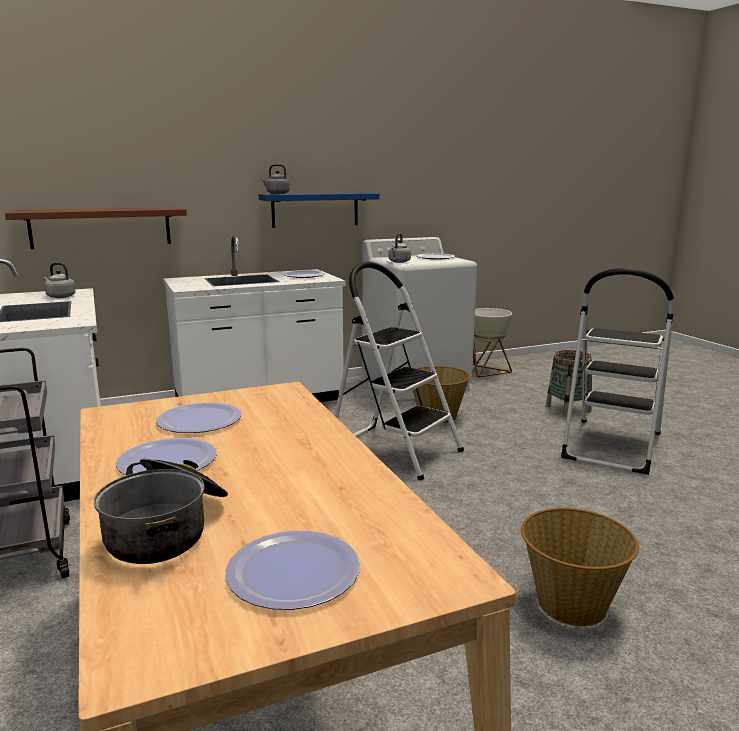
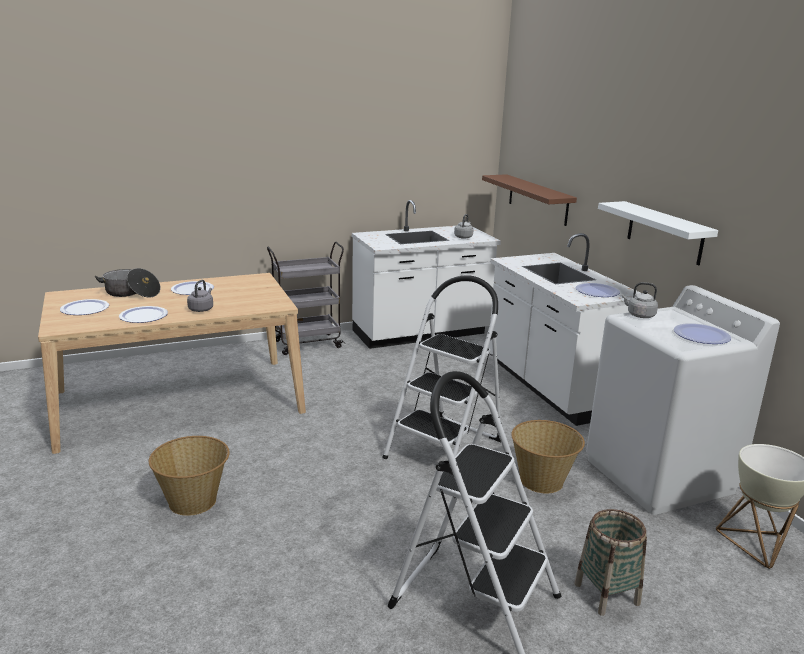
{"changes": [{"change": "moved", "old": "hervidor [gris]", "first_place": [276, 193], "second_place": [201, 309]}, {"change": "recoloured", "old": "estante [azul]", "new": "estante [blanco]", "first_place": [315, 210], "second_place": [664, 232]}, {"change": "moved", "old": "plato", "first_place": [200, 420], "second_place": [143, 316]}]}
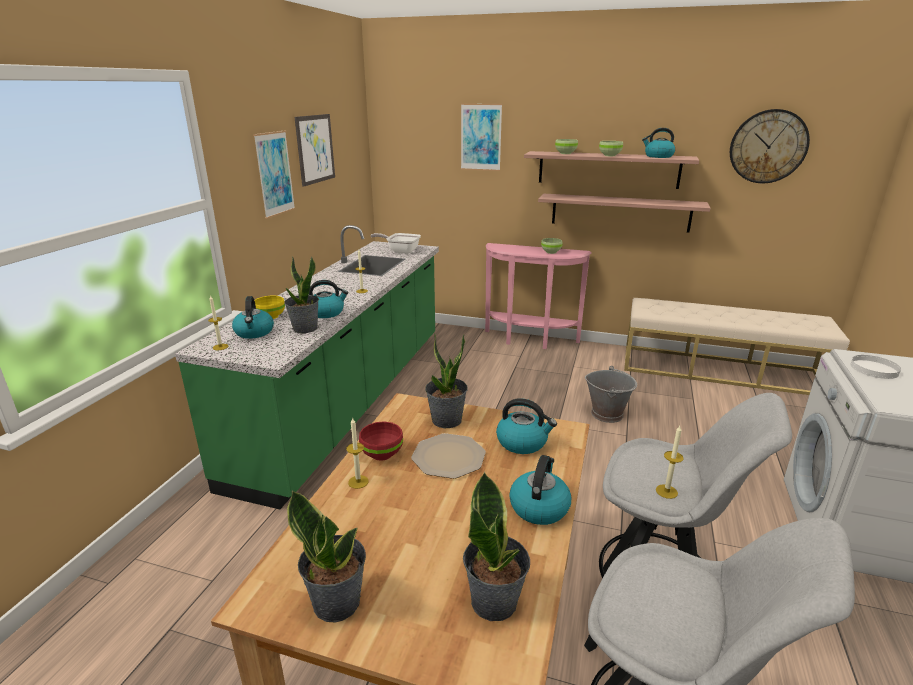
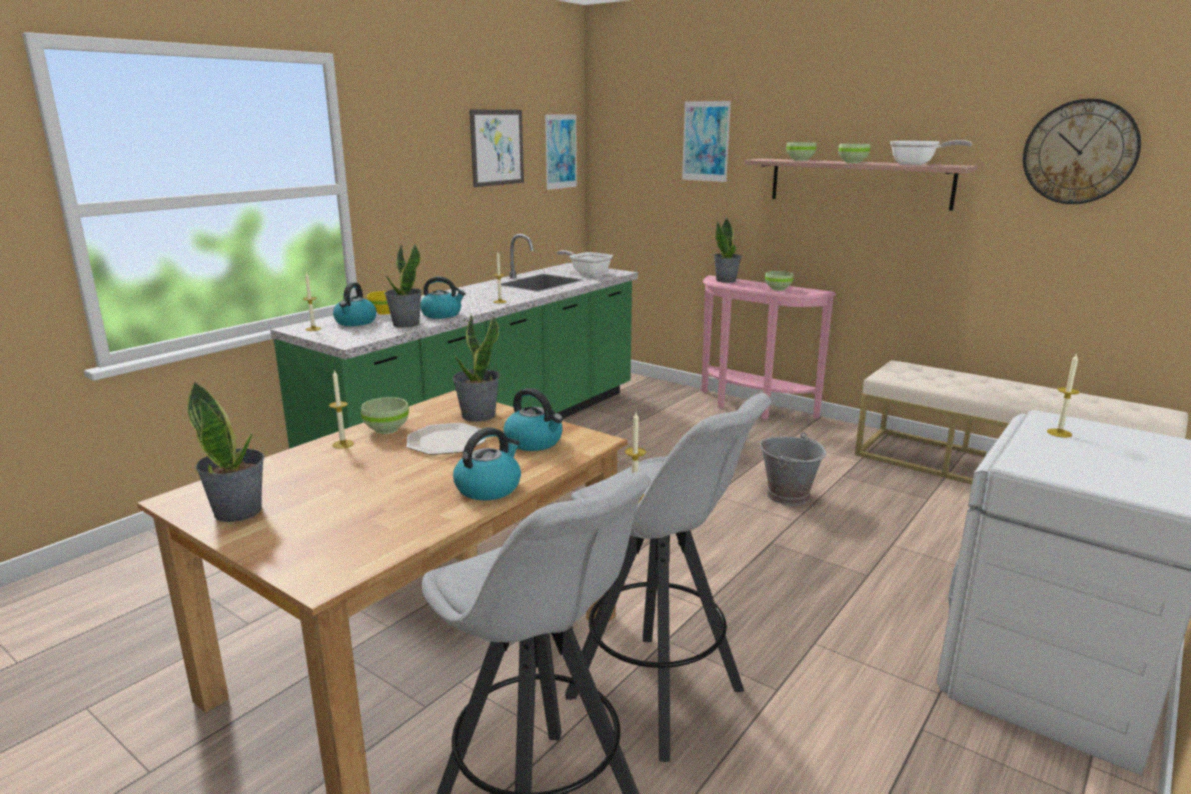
{"changes": [{"change": "replaced", "old": "hervidor", "new": "sartén", "first_place": [658, 156], "second_place": [918, 164]}, {"change": "moved", "old": "cuadro", "first_place": [274, 174], "second_place": [560, 151]}, {"change": "removed", "old": "estante", "first_place": [620, 212]}, {"change": "replaced", "old": "plato [blanco]", "new": "vela", "first_place": [874, 369], "second_place": [1059, 433]}, {"change": "recoloured", "old": "cuenco [rojo]", "new": "cuenco [verde]", "first_place": [382, 453], "second_place": [387, 429]}, {"change": "moved", "old": "planta en maceta", "first_place": [495, 601], "second_place": [726, 280]}]}
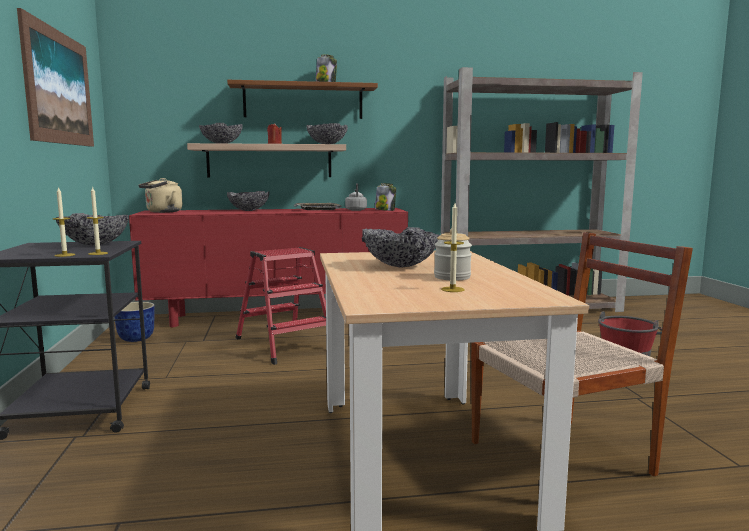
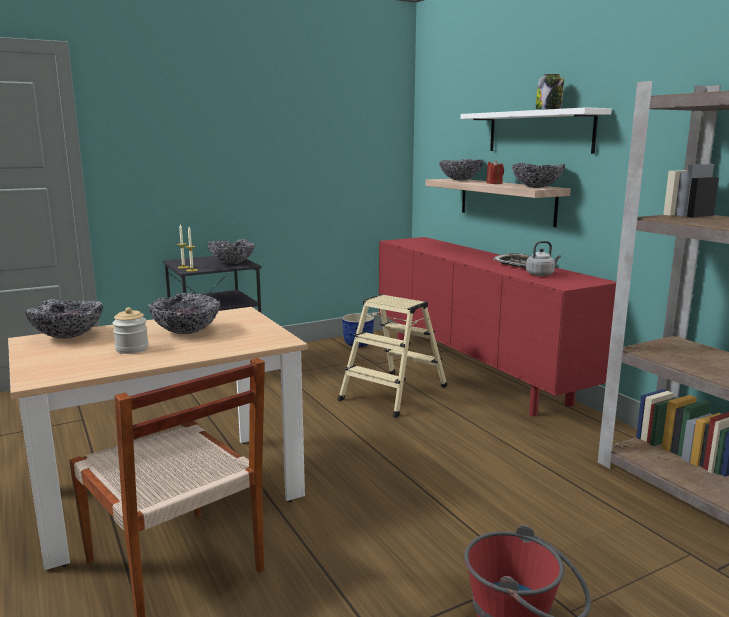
{"changes": [{"change": "removed", "old": "cuadro", "first_place": [59, 87]}, {"change": "recoloured", "old": "estante [marrón]", "new": "estante [blanco]", "first_place": [303, 101], "second_place": [539, 132]}, {"change": "removed", "old": "hervidor [beis]", "first_place": [162, 212]}, {"change": "removed", "old": "tarro", "first_place": [385, 210]}, {"change": "moved", "old": "cuenco", "first_place": [248, 210], "second_place": [68, 336]}, {"change": "removed", "old": "vela", "first_place": [452, 289]}, {"change": "recoloured", "old": "escalera de tijera [rojo]", "new": "escalera de tijera [beis]", "first_place": [285, 344], "second_place": [394, 392]}]}
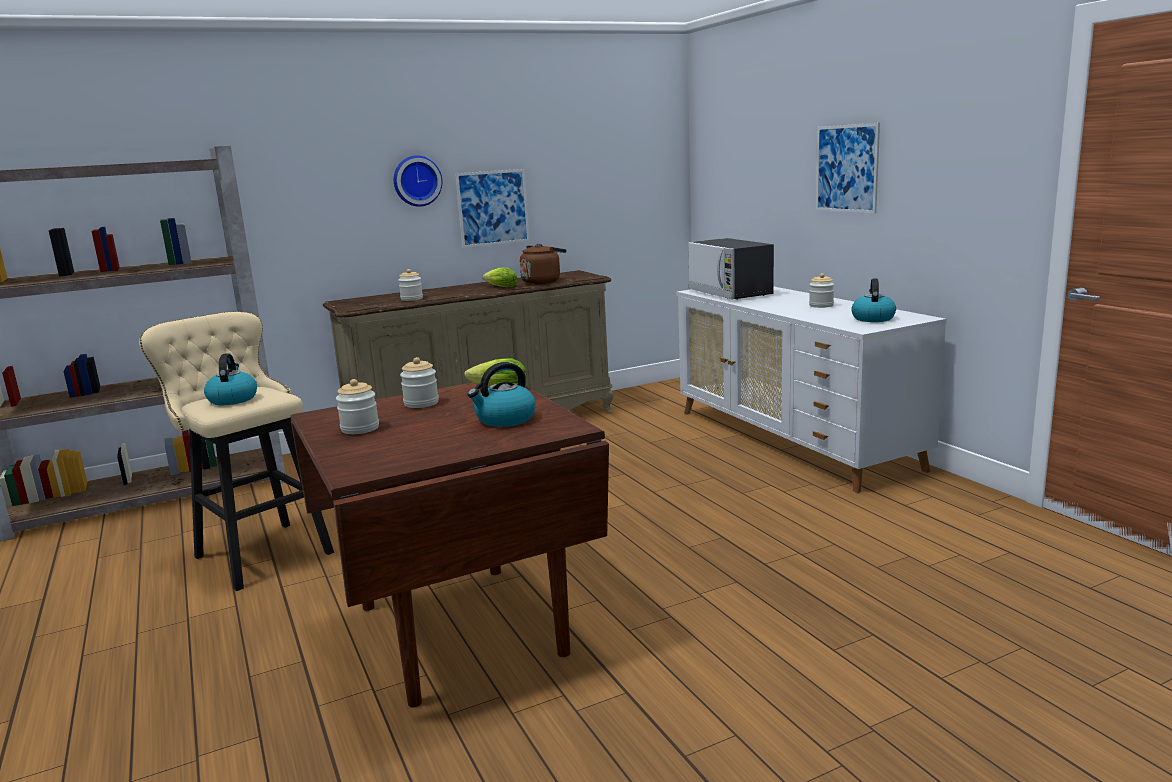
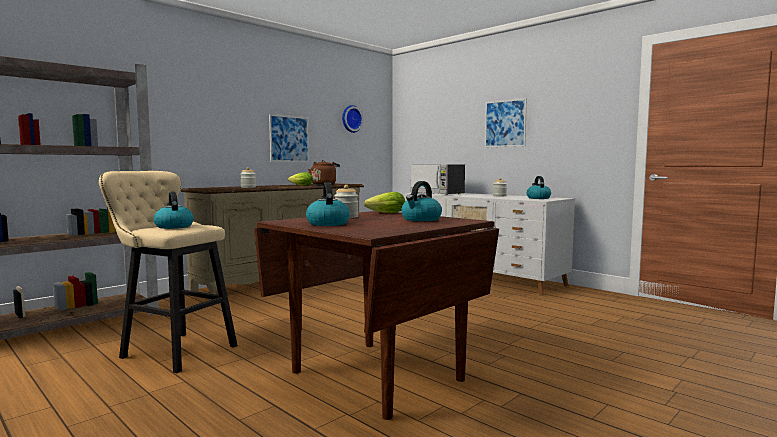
{"changes": [{"change": "moved", "old": "reloj de pared", "first_place": [416, 181], "second_place": [351, 119]}, {"change": "replaced", "old": "tarro", "new": "hervidor", "first_place": [360, 428], "second_place": [327, 223]}]}
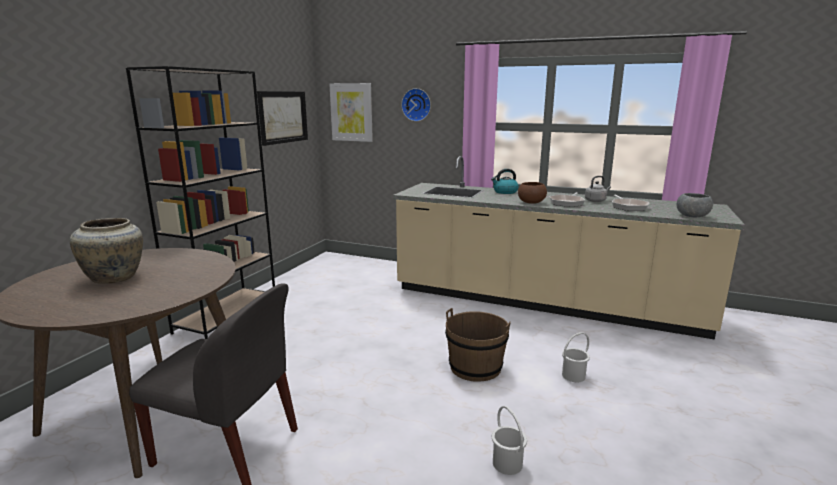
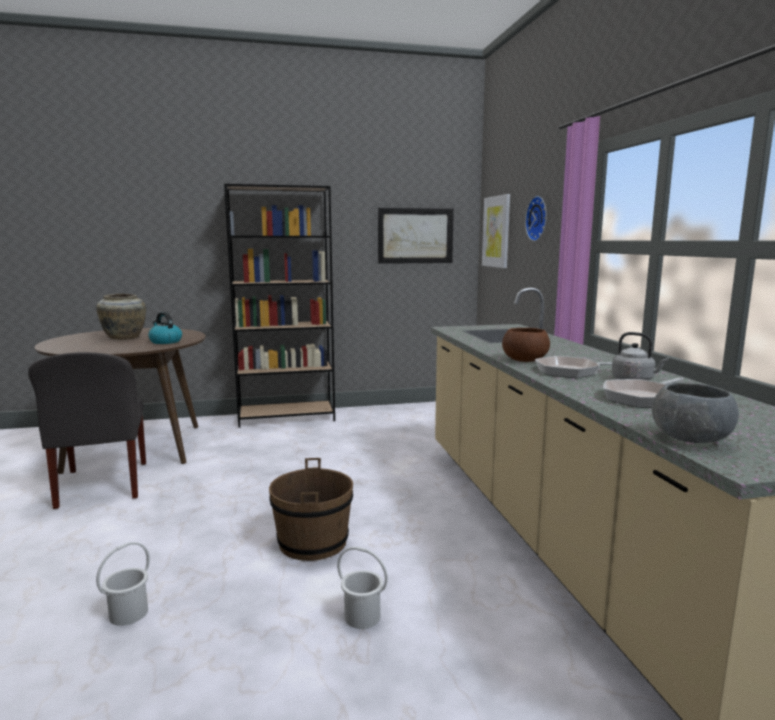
{"changes": [{"change": "moved", "old": "hervidor", "first_place": [505, 192], "second_place": [165, 341]}]}
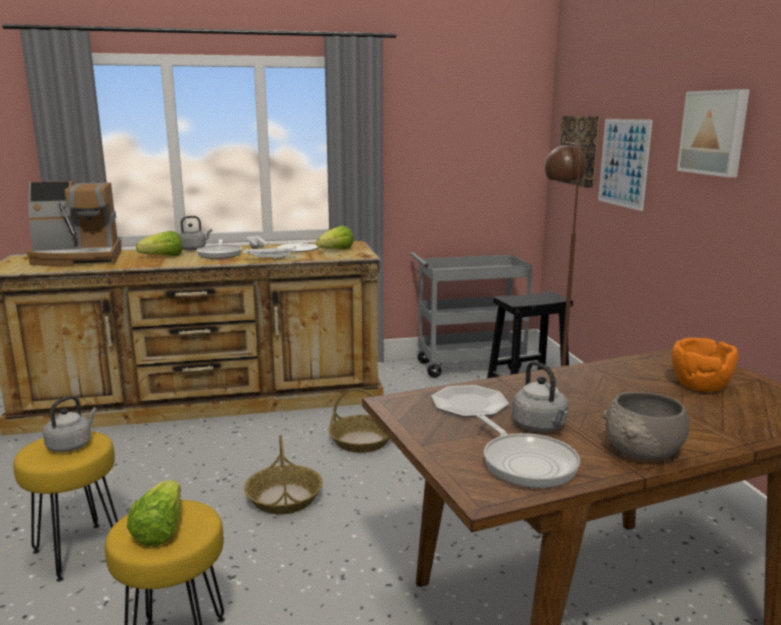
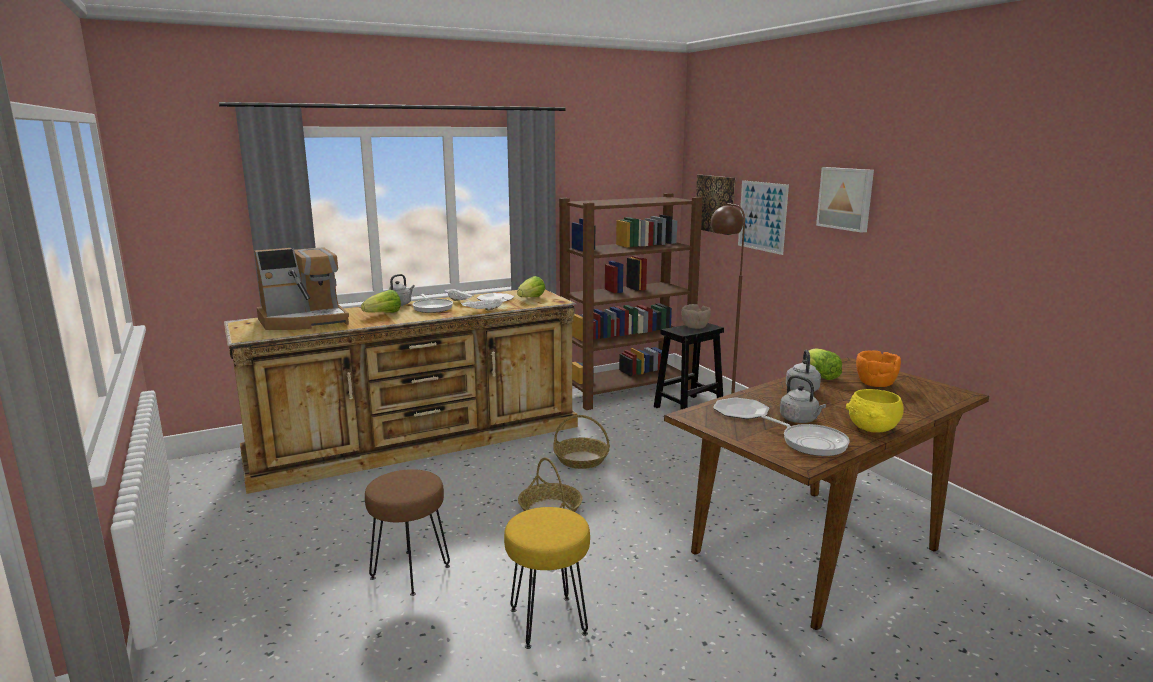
{"changes": [{"change": "replaced", "old": "carrito [gris]", "new": "estantería [marrón]", "first_place": [466, 367], "second_place": [627, 391]}, {"change": "recoloured", "old": "cuenco [gris]", "new": "cuenco [amarillo]", "first_place": [643, 452], "second_place": [873, 428]}, {"change": "moved", "old": "hervidor [gris]", "first_place": [71, 445], "second_place": [801, 389]}, {"change": "recoloured", "old": "taburete [amarillo]", "new": "taburete [marrón]", "first_place": [79, 550], "second_place": [410, 571]}, {"change": "moved", "old": "lechuga", "first_place": [160, 530], "second_place": [820, 375]}, {"change": "added", "new": "cuenco [marrón]", "second_place": [695, 327]}]}
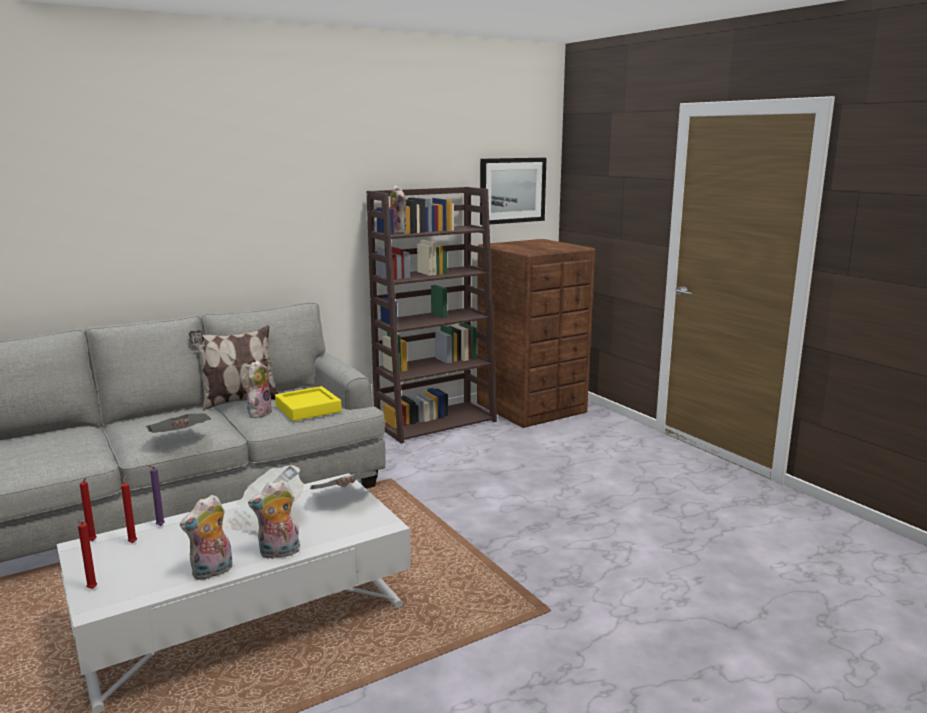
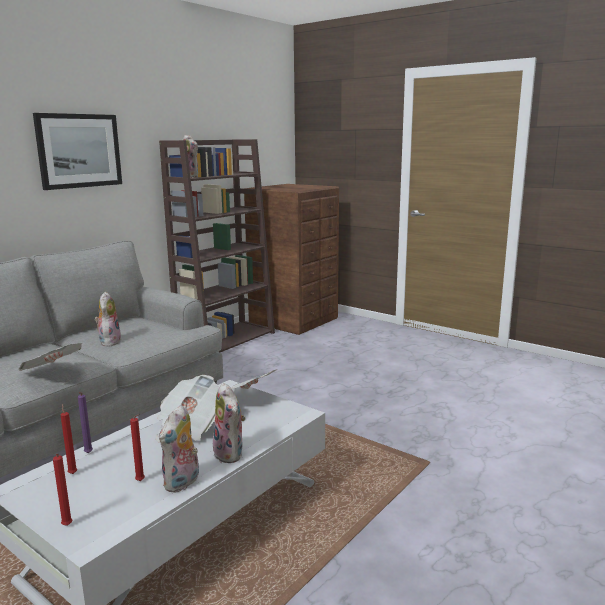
{"changes": [{"change": "moved", "old": "cuadro", "first_place": [512, 190], "second_place": [79, 151]}, {"change": "removed", "old": "cojín", "first_place": [239, 401]}, {"change": "removed", "old": "bandeja [amarillo]", "first_place": [308, 408]}, {"change": "moved", "old": "vela [rojo]", "first_place": [92, 541], "second_place": [141, 481]}, {"change": "turned", "old": "peluche", "first_place": [279, 553], "second_place": [231, 454], "degrees": -75}]}
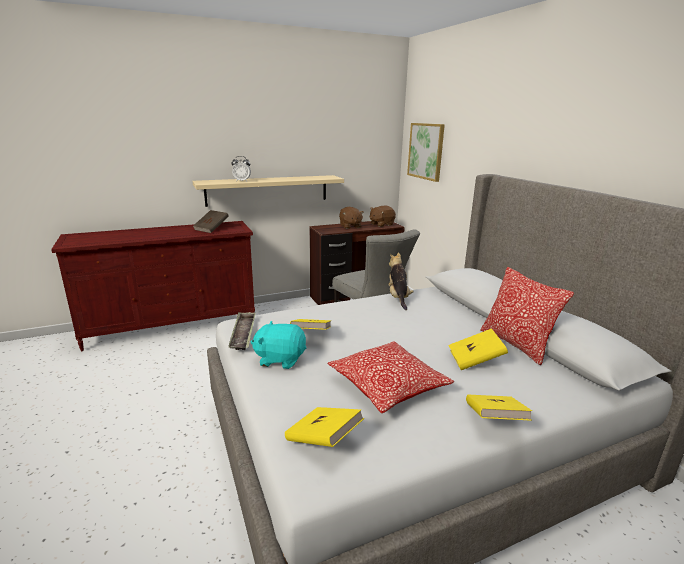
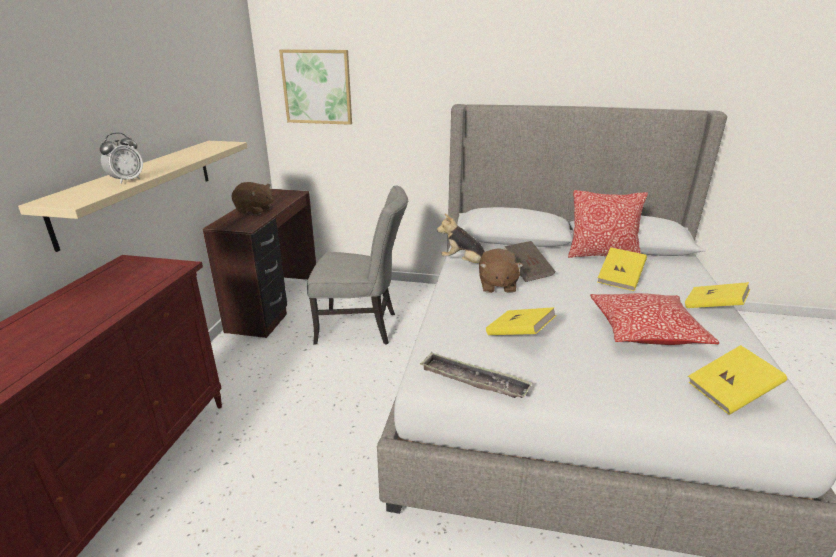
{"changes": [{"change": "moved", "old": "peluche [marrón]", "first_place": [381, 224], "second_place": [497, 286]}, {"change": "moved", "old": "libro [marrón]", "first_place": [211, 229], "second_place": [527, 271]}, {"change": "removed", "old": "peluche [turquesa]", "first_place": [280, 359]}]}
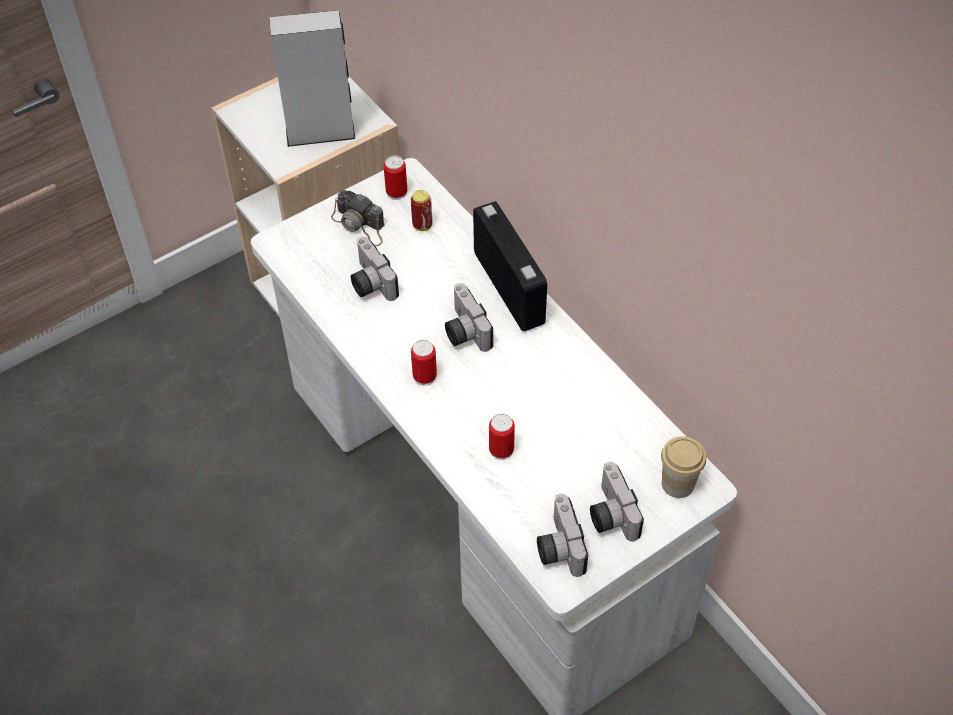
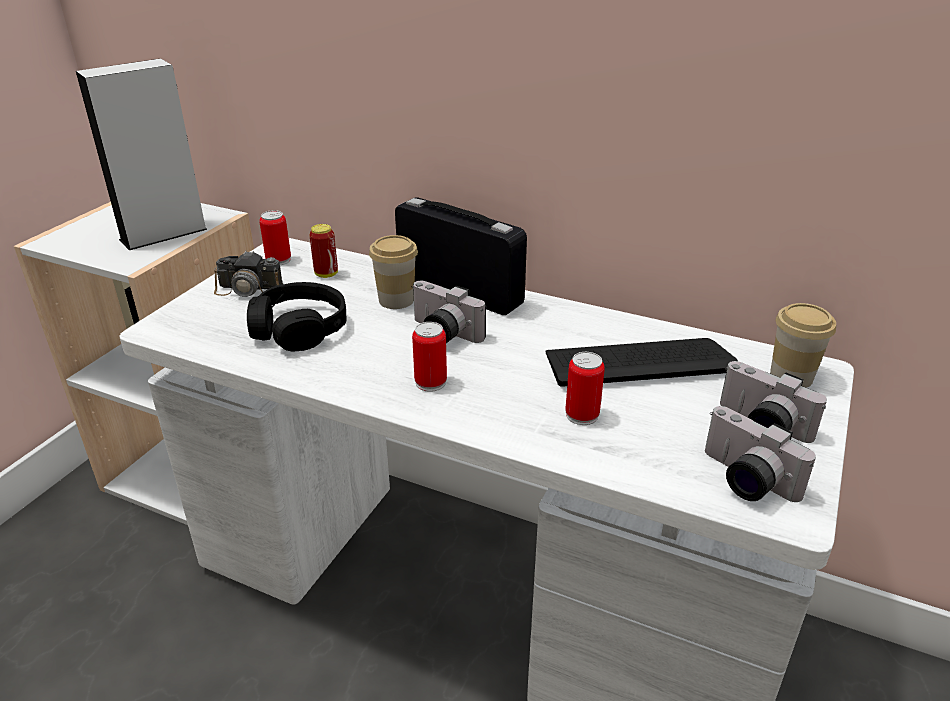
{"changes": [{"change": "replaced", "old": "cámara", "new": "auriculares [negro]", "first_place": [369, 283], "second_place": [299, 329]}, {"change": "added", "new": "taza", "second_place": [396, 300]}, {"change": "added", "new": "teclado", "second_place": [637, 363]}]}
